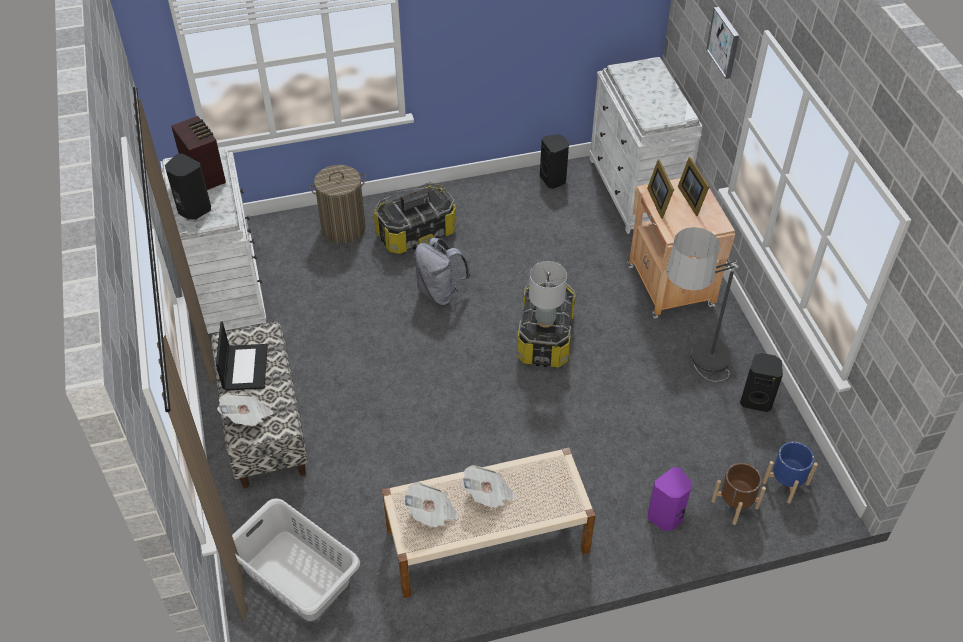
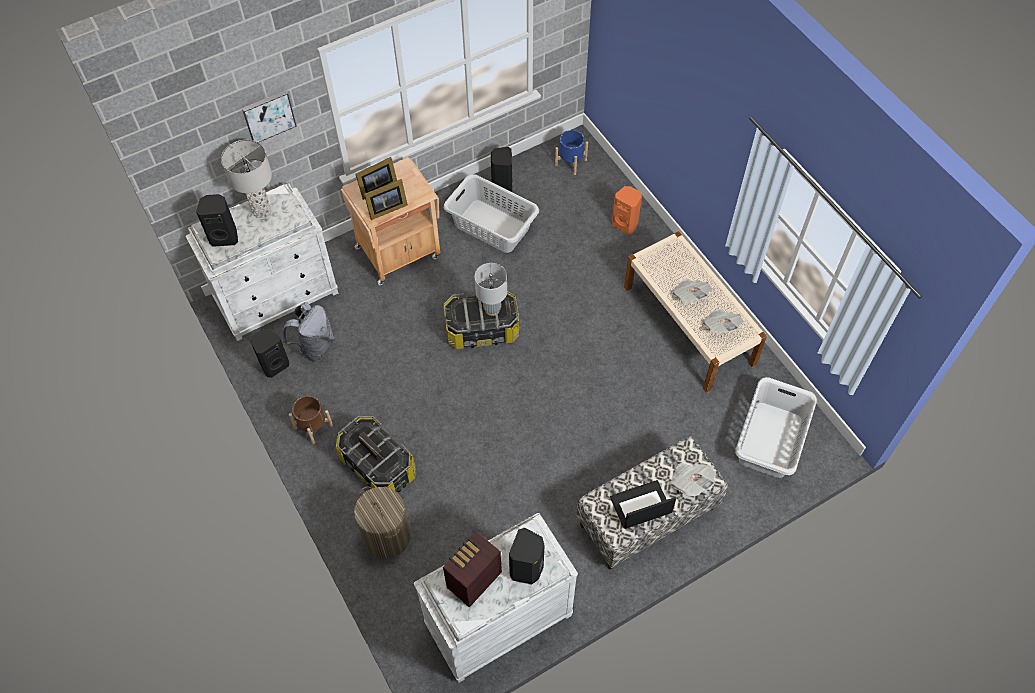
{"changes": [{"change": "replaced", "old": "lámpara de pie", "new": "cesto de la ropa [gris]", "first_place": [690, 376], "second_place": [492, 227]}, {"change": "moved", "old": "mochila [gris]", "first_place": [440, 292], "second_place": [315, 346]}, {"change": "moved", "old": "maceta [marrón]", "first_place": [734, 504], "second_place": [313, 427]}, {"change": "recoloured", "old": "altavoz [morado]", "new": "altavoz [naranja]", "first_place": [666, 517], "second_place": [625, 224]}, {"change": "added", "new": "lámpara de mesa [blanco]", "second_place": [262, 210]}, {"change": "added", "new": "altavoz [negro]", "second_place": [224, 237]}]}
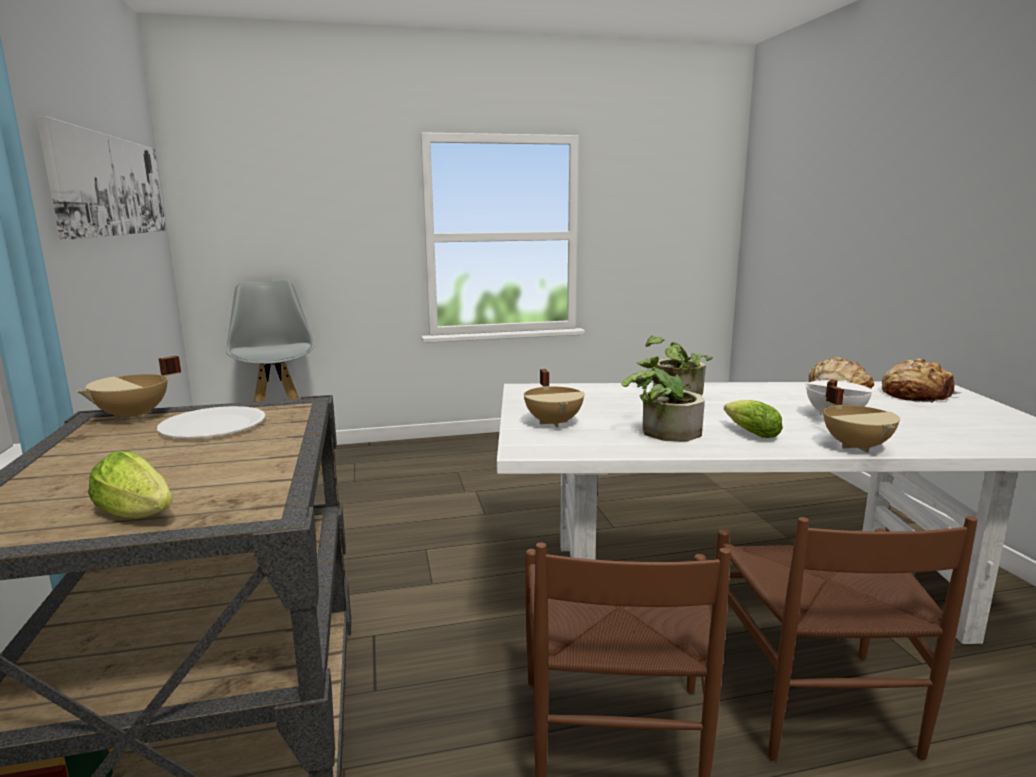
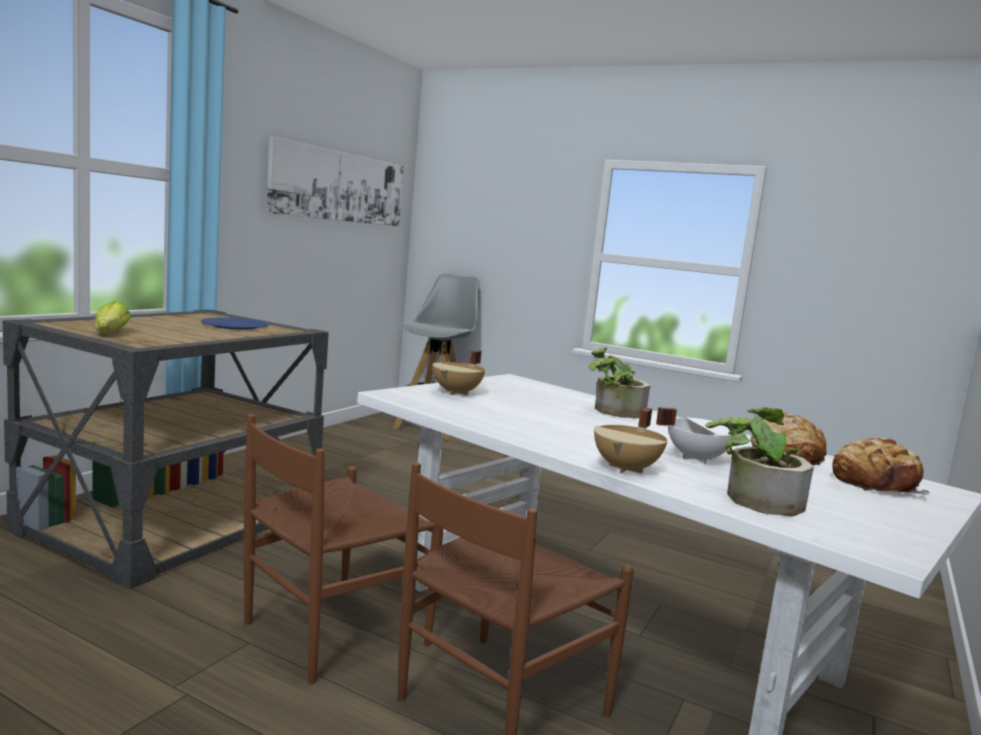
{"changes": [{"change": "removed", "old": "olla [beis]", "first_place": [134, 416]}, {"change": "moved", "old": "planta en maceta", "first_place": [662, 432], "second_place": [754, 498]}, {"change": "removed", "old": "lechuga", "first_place": [748, 432]}, {"change": "recoloured", "old": "plato [blanco]", "new": "plato [azul]", "first_place": [213, 425], "second_place": [235, 325]}]}
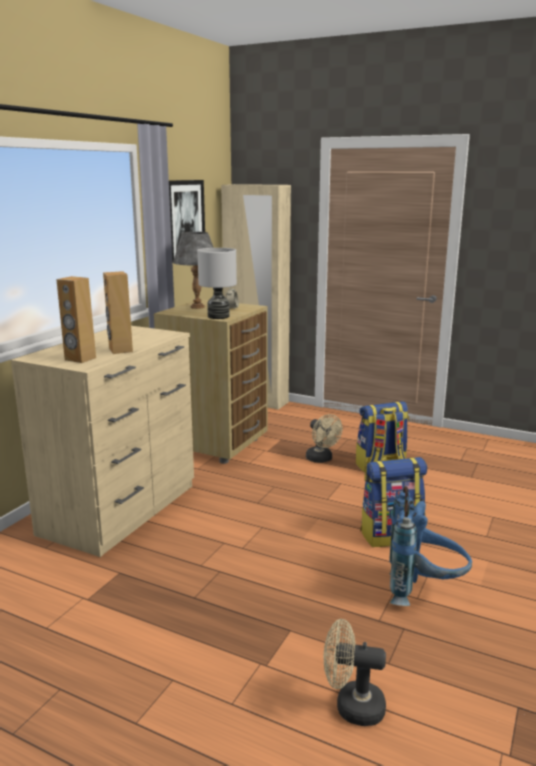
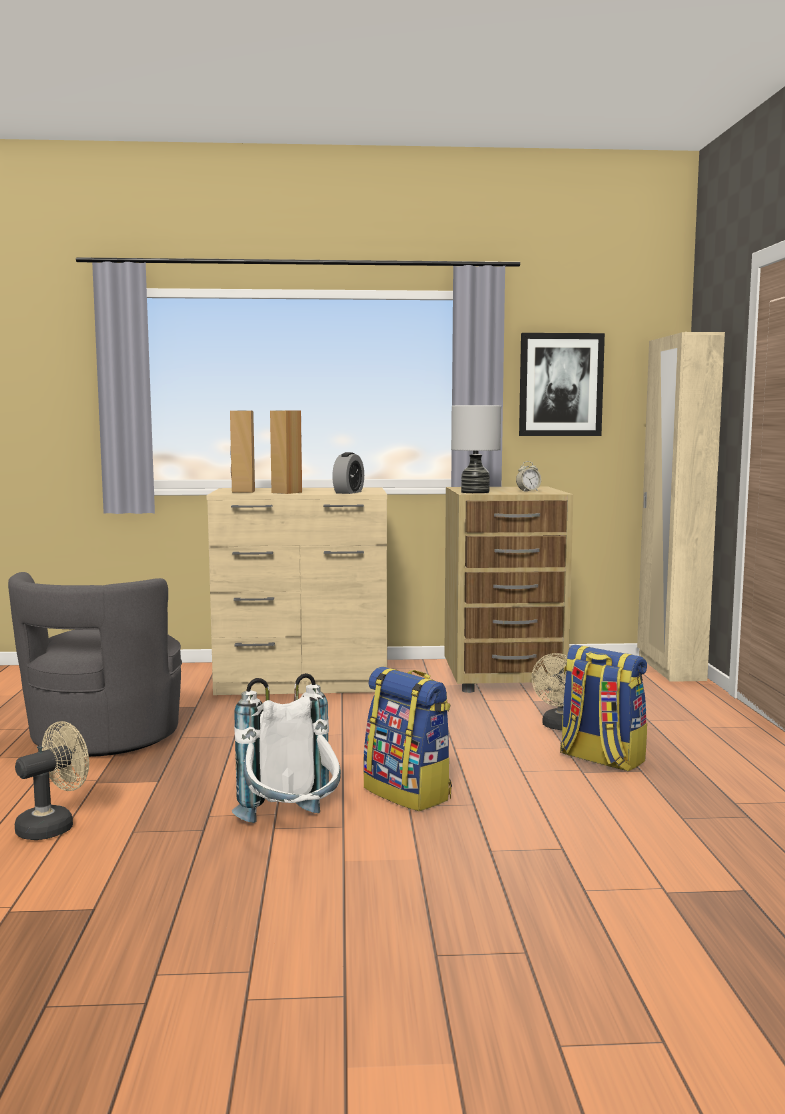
{"changes": [{"change": "removed", "old": "lámpara de mesa [gris]", "first_place": [197, 307]}, {"change": "recoloured", "old": "mochila [azul]", "new": "mochila [blanco]", "first_place": [424, 591], "second_place": [292, 829]}, {"change": "turned", "old": "ventilador [beis]", "first_place": [352, 706], "second_place": [53, 826], "degrees": 60}, {"change": "added", "new": "despertador", "second_place": [348, 492]}, {"change": "added", "new": "sillón [gris]", "second_place": [102, 737]}]}
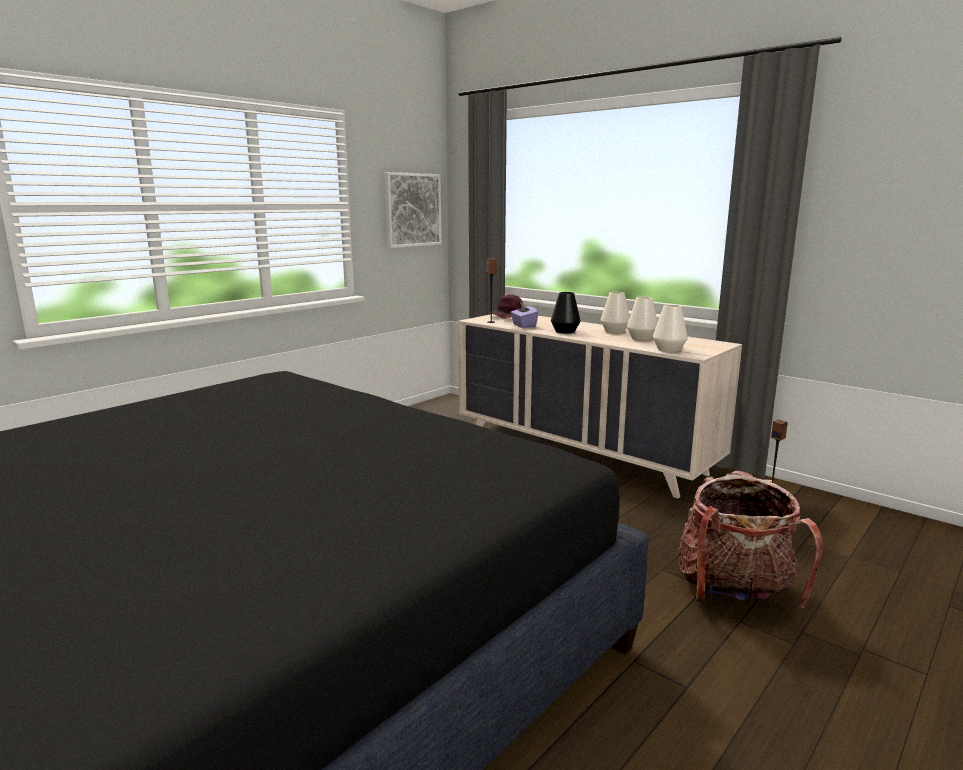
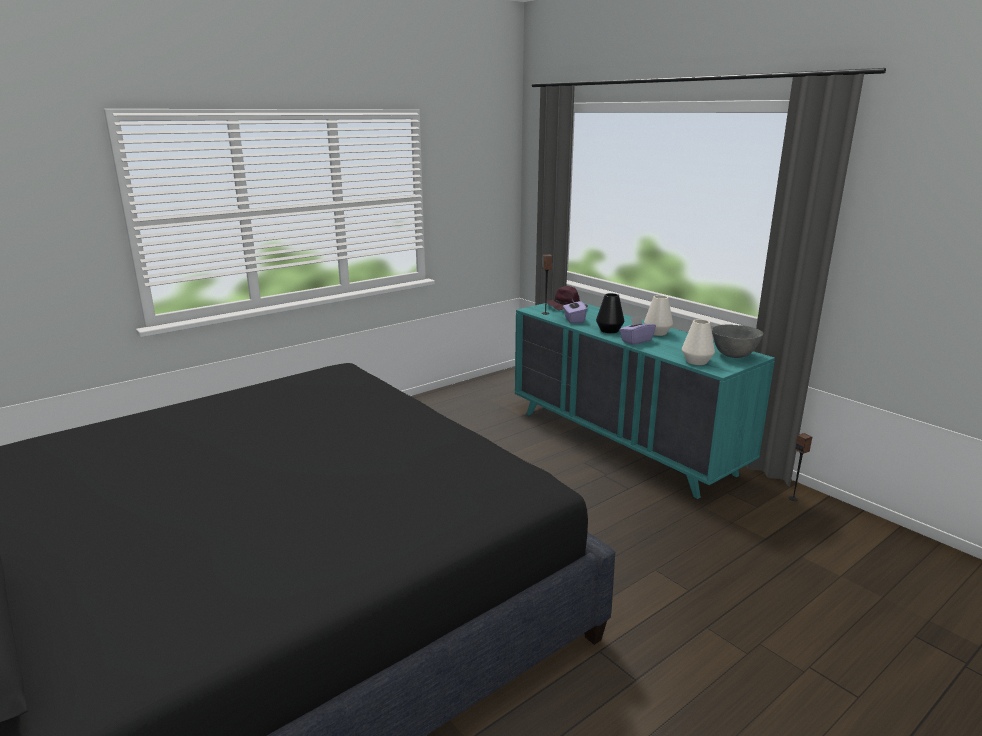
{"changes": [{"change": "removed", "old": "cuadro", "first_place": [412, 210]}, {"change": "removed", "old": "florero [blanco]", "first_place": [641, 338]}, {"change": "recoloured", "old": "cómoda [beis]", "new": "cómoda [turquesa]", "first_place": [582, 453], "second_place": [623, 442]}, {"change": "removed", "old": "mochila", "first_place": [734, 592]}, {"change": "added", "new": "caja de pañuelos [morado]", "second_place": [636, 341]}, {"change": "added", "new": "cuenco [gris]", "second_place": [733, 356]}]}
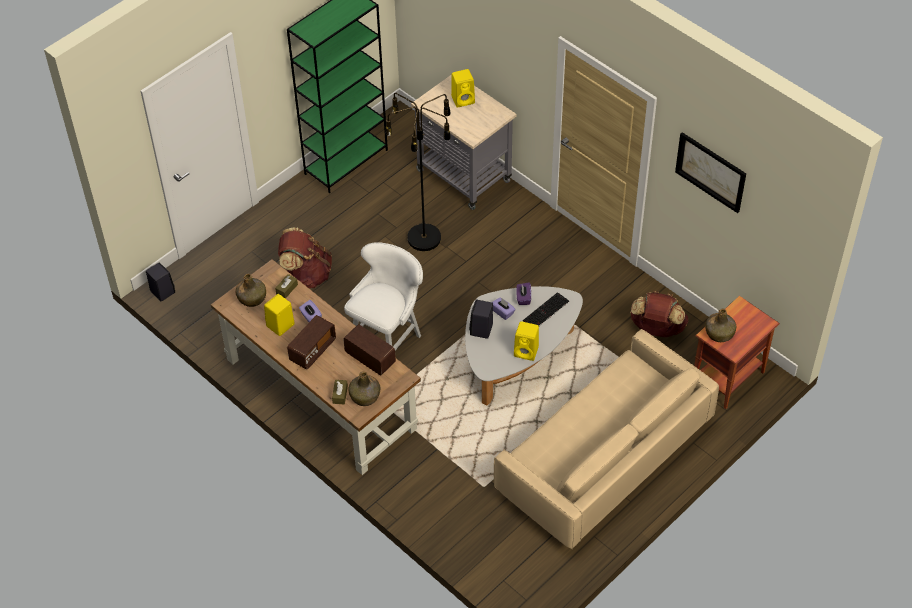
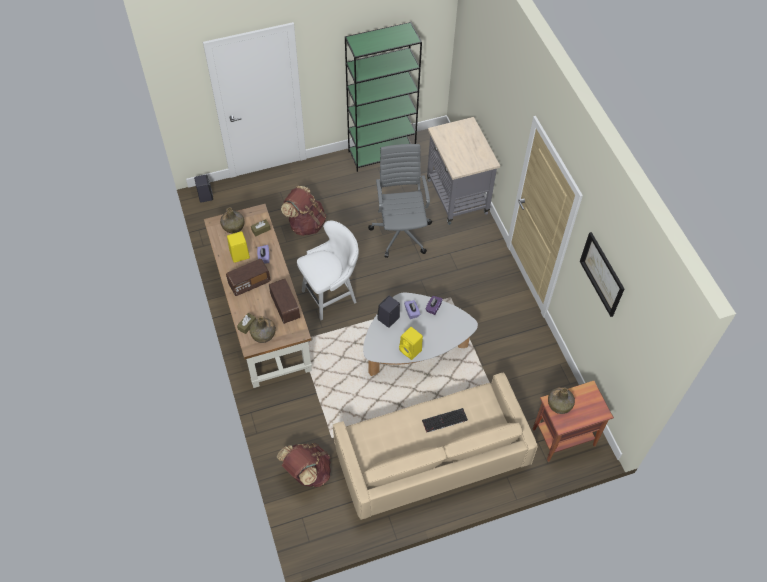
{"changes": [{"change": "removed", "old": "altavoz [amarillo]", "first_place": [463, 99]}, {"change": "replaced", "old": "lámpara de pie", "new": "silla de oficina [gris]", "first_place": [423, 239], "second_place": [401, 231]}, {"change": "moved", "old": "mochila [marrón]", "first_place": [656, 329], "second_place": [307, 472]}, {"change": "moved", "old": "teclado", "first_place": [546, 311], "second_place": [444, 421]}]}
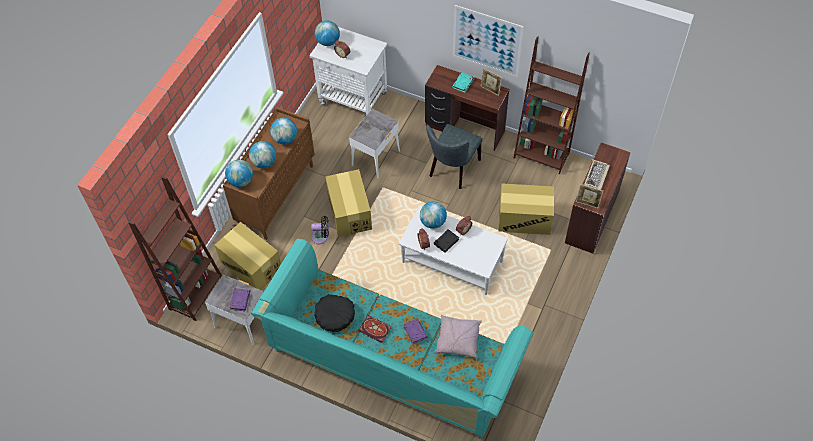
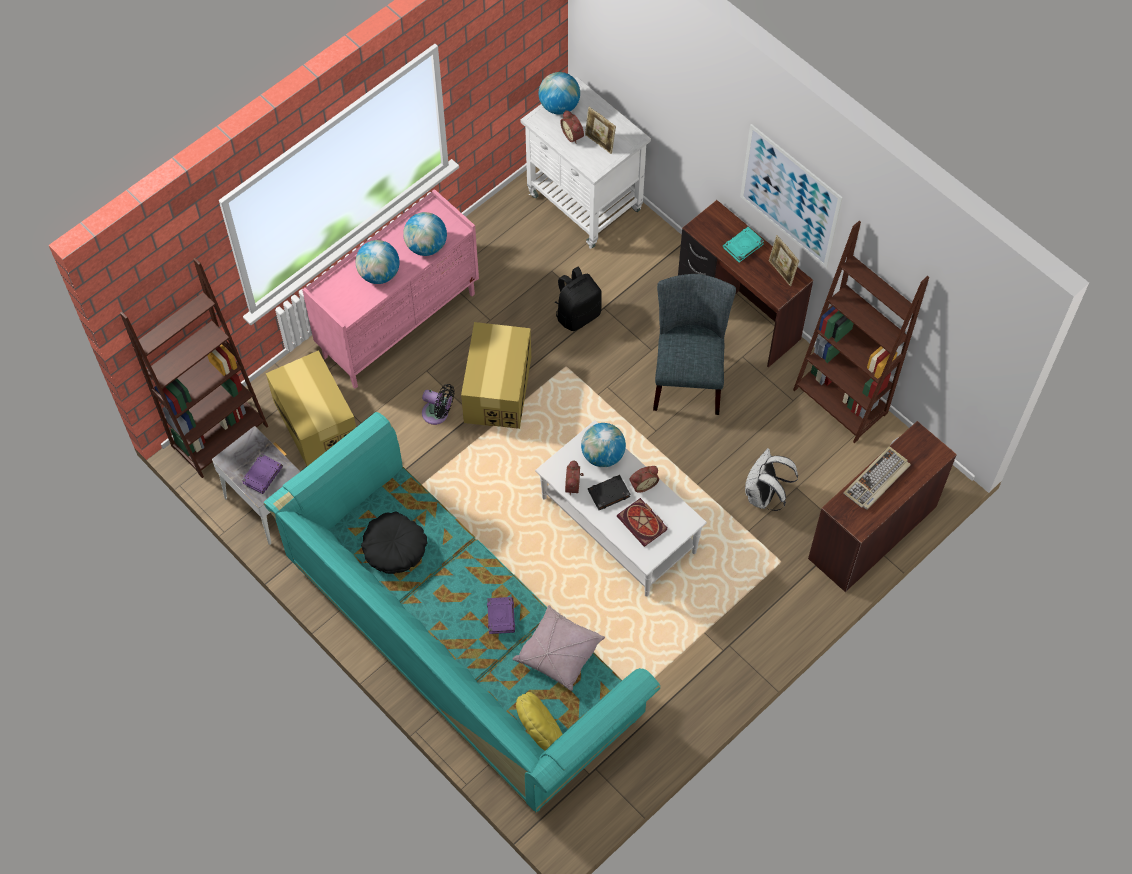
{"changes": [{"change": "recoloured", "old": "armario [marrón]", "new": "armario [rosa]", "first_place": [277, 196], "second_place": [400, 325]}, {"change": "replaced", "old": "mesa auxiliar", "new": "mochila [negro]", "first_place": [376, 157], "second_place": [578, 314]}, {"change": "turned", "old": "silla [gris]", "first_place": [452, 170], "second_place": [687, 376], "degrees": 135}, {"change": "removed", "old": "globo terráqueo", "first_place": [241, 181]}, {"change": "replaced", "old": "caja de cartón", "new": "mochila [blanco]", "first_place": [524, 218], "second_place": [763, 496]}, {"change": "moved", "old": "portarretratos", "first_place": [587, 204], "second_place": [599, 143]}, {"change": "moved", "old": "libro", "first_place": [376, 329], "second_place": [643, 523]}, {"change": "added", "new": "cojín [amarillo]", "second_place": [539, 733]}]}
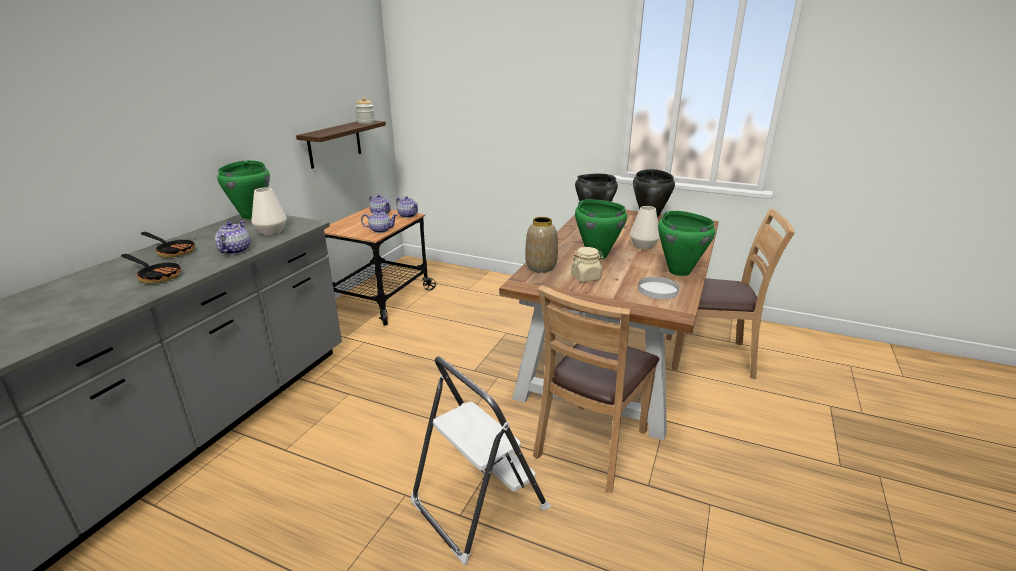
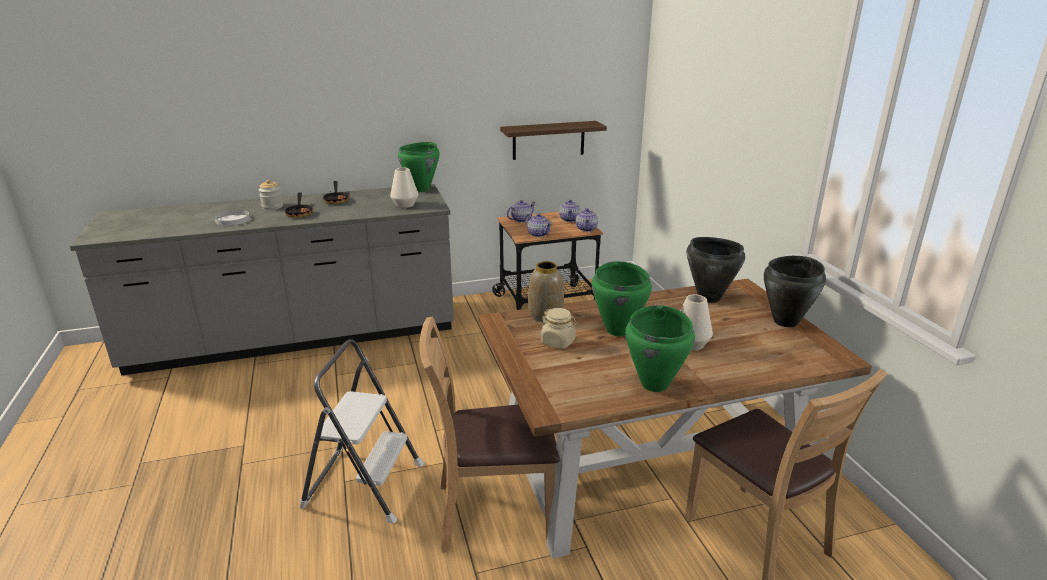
{"changes": [{"change": "moved", "old": "tarro", "first_place": [366, 122], "second_place": [272, 207]}, {"change": "moved", "old": "tetera", "first_place": [234, 251], "second_place": [521, 220]}, {"change": "moved", "old": "plato [blanco]", "first_place": [657, 290], "second_place": [232, 219]}]}
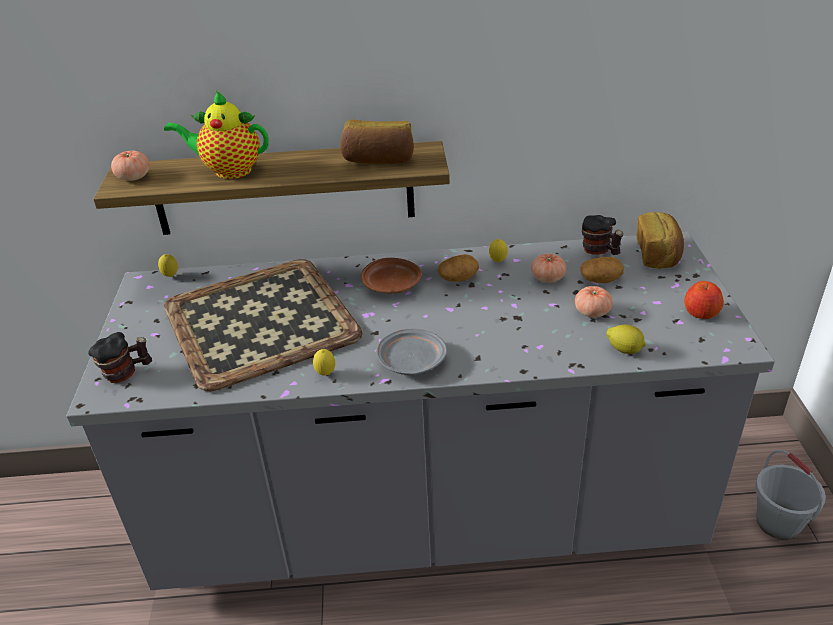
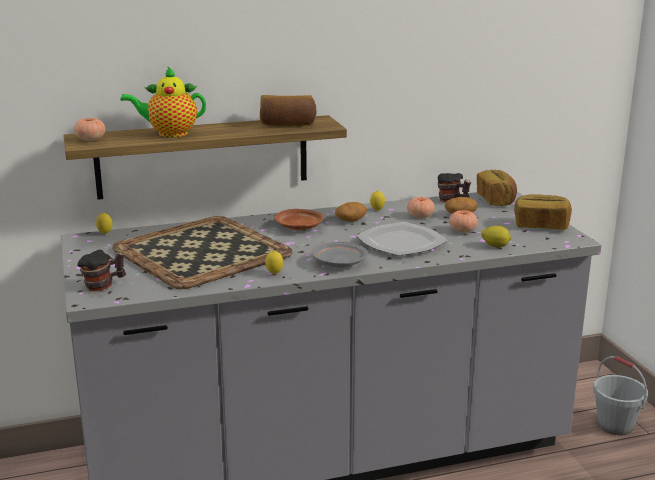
{"changes": [{"change": "replaced", "old": "manzana", "new": "pan", "first_place": [701, 313], "second_place": [541, 226]}, {"change": "added", "new": "plato", "second_place": [400, 242]}]}
